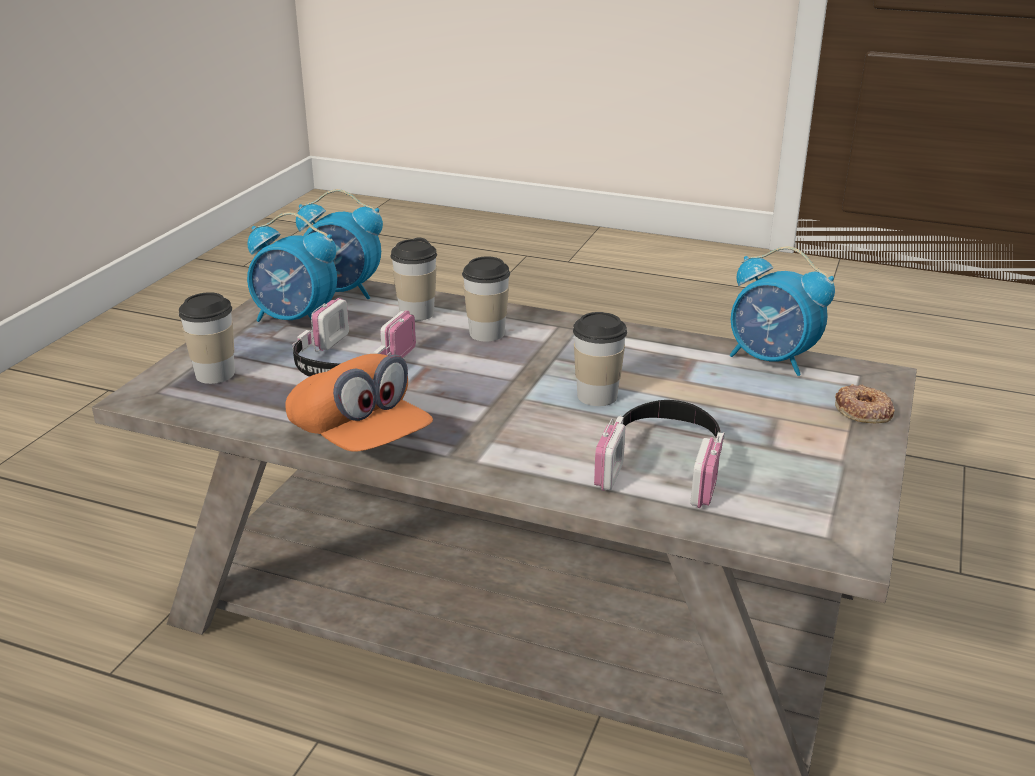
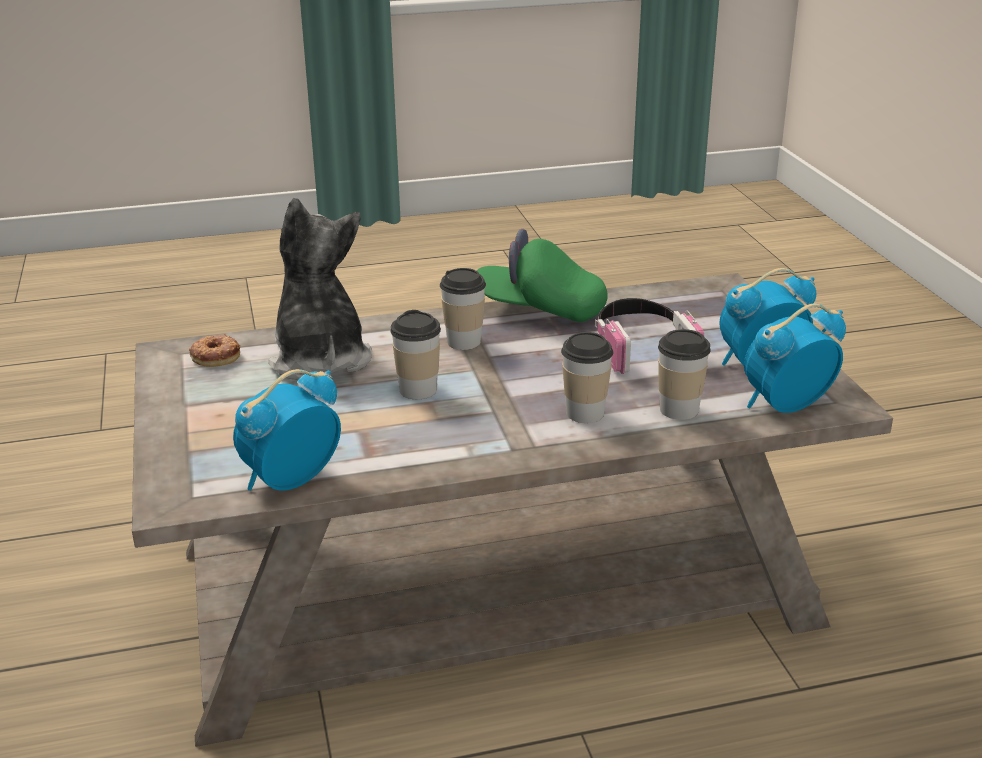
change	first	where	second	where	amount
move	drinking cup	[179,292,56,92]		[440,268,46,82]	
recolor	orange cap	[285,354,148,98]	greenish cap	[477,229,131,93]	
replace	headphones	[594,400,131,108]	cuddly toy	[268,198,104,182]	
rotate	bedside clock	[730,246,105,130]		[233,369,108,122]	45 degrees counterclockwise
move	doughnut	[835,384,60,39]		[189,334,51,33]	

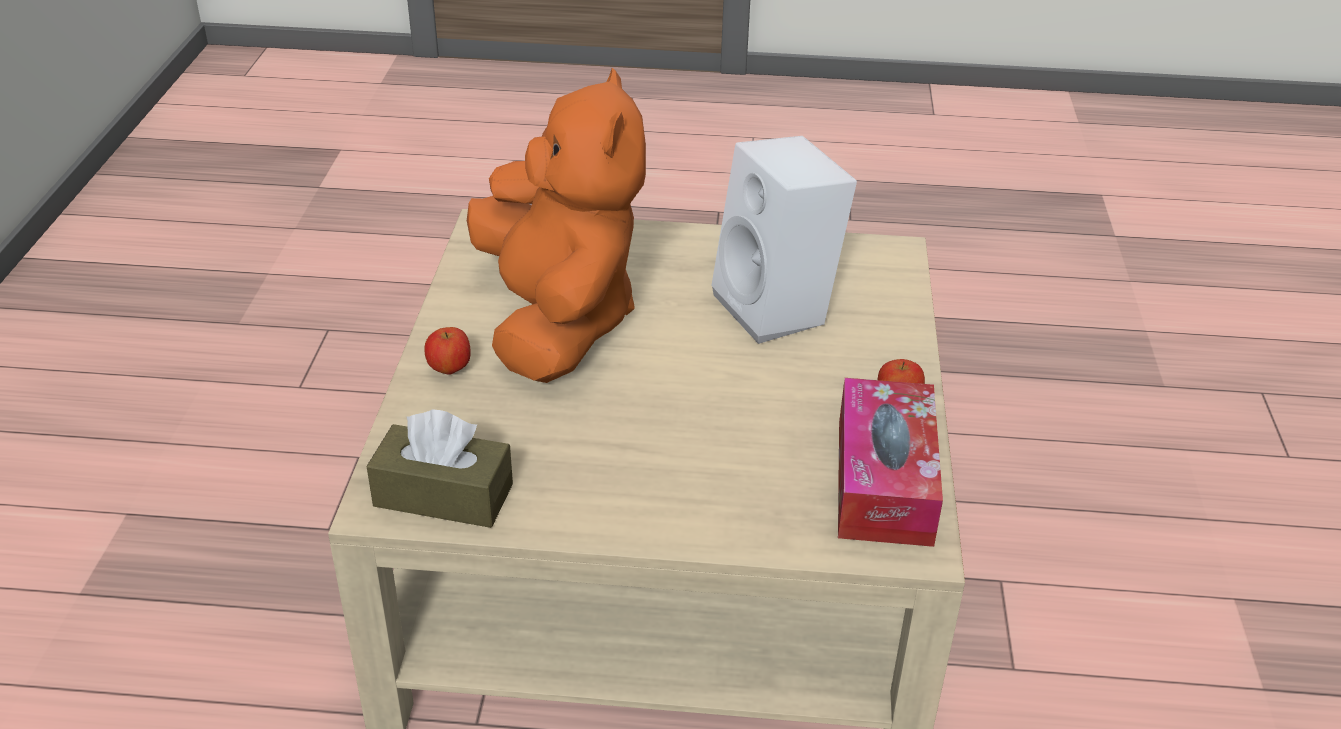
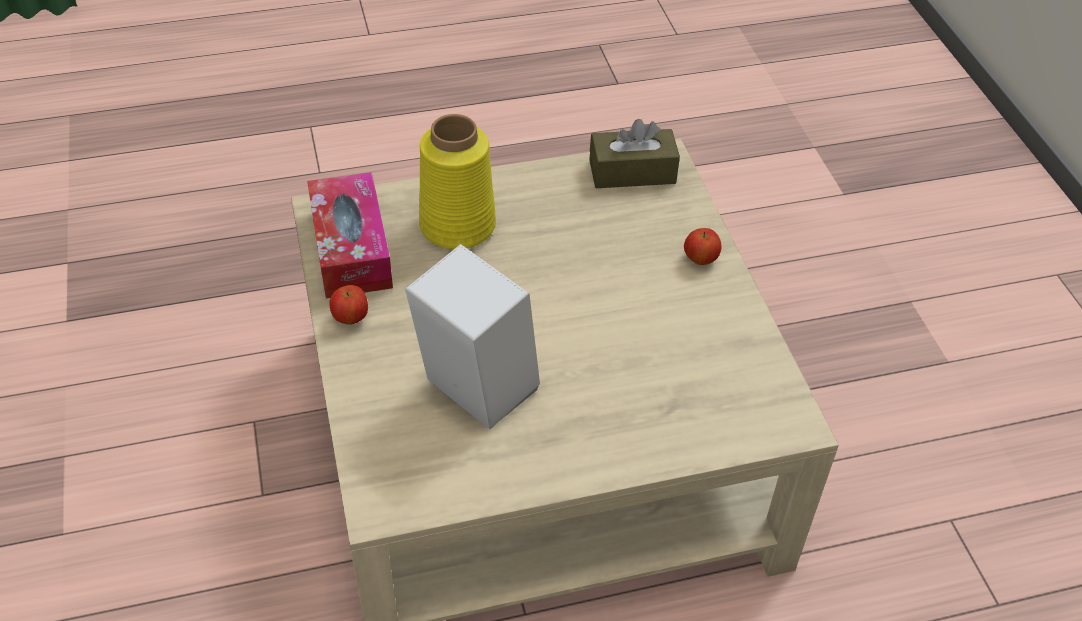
change	first	where	second	where	amount
delete	orange cuddly toy	[467,68,179,315]			
insert			yellow-coloured decorative vase	[419,114,77,135]	

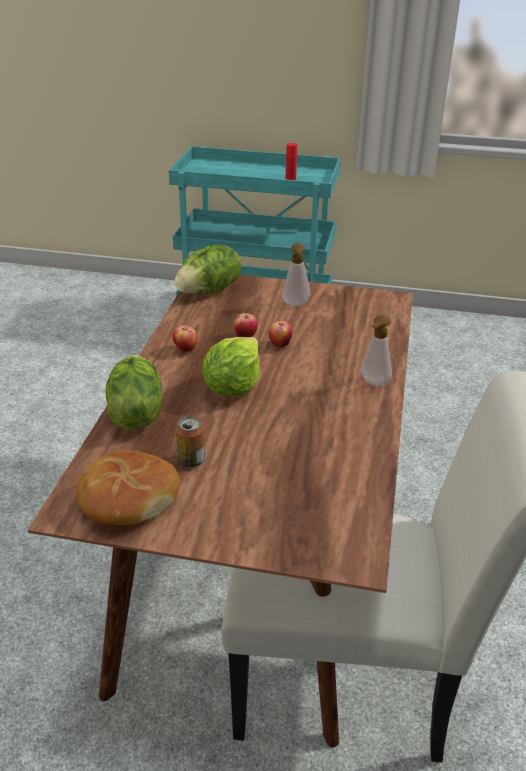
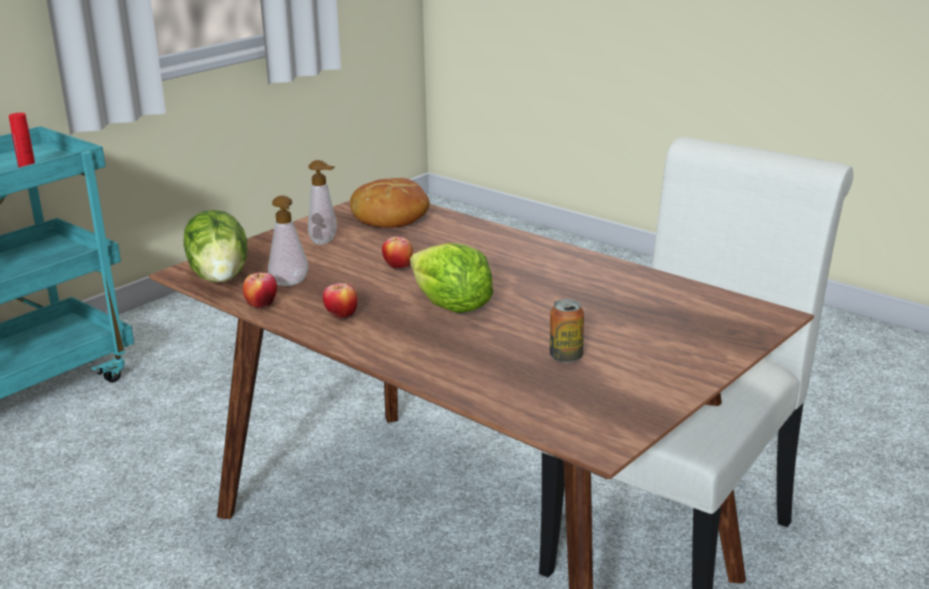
change	first	where	second	where	amount
move	bread	[76,450,104,75]		[350,178,80,50]	
delete	lettuce head	[106,355,57,74]			
move	whole apple	[234,313,24,24]		[243,273,34,35]	
move	soap bottle	[361,315,31,71]		[268,195,41,91]	

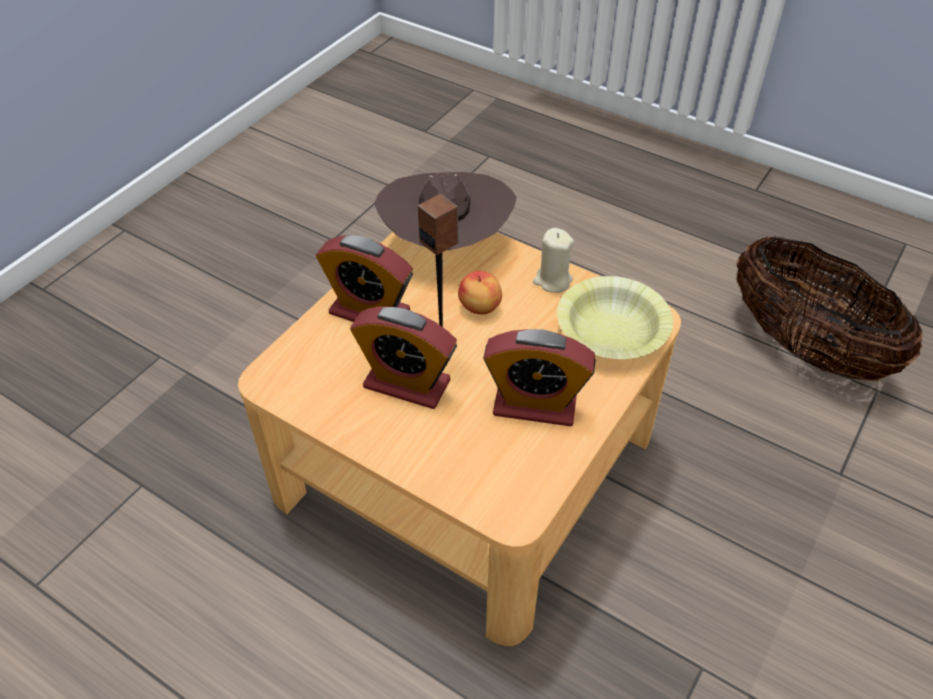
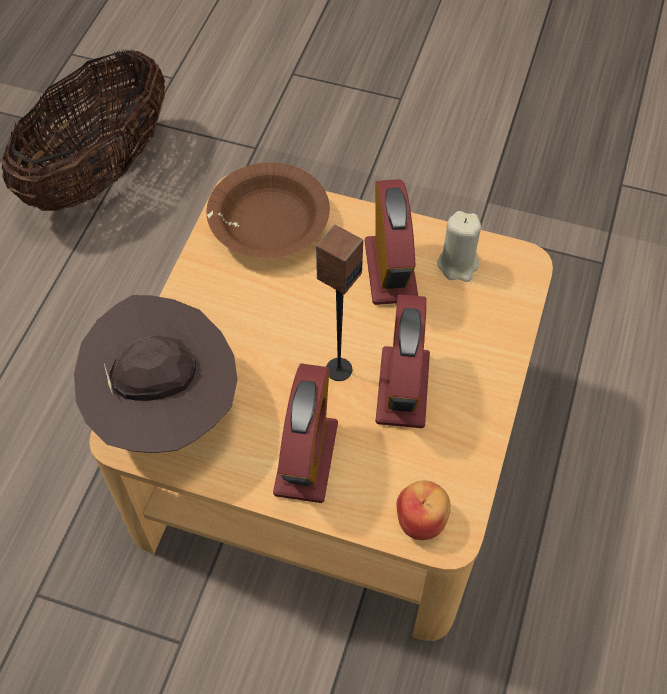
change	first	where	second	where	amount
move	whole apple	[458,271,44,43]		[397,480,54,60]	
move	beige-coloured candle	[533,228,41,65]		[437,211,44,71]	
recolor	yellow-coloured serving bowl	[557,276,116,83]	brown-coloured serving bowl	[206,163,124,95]	

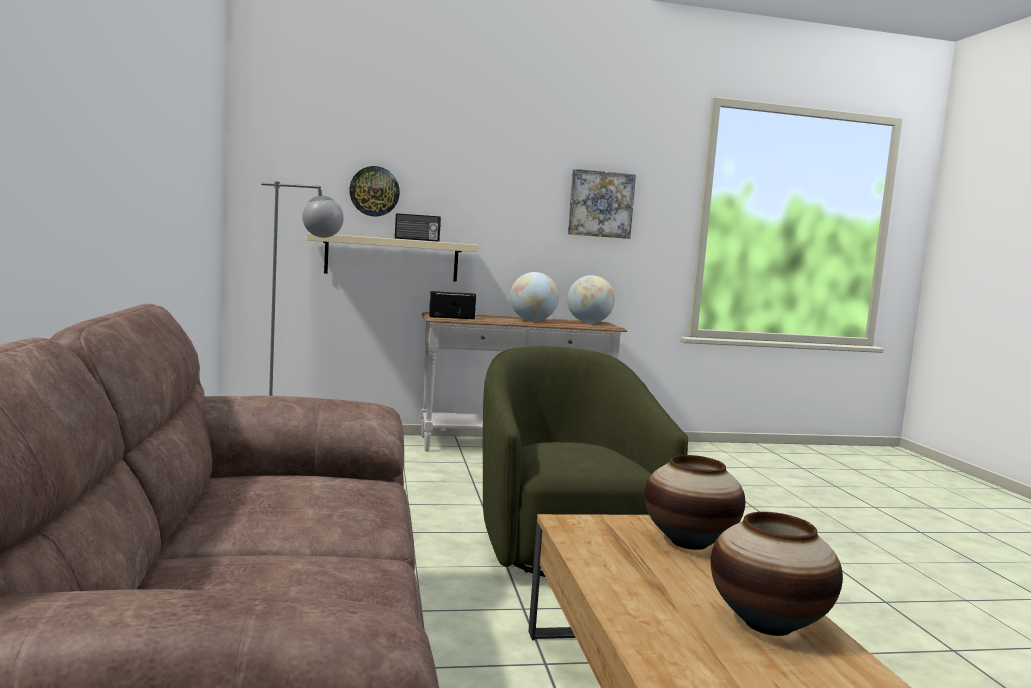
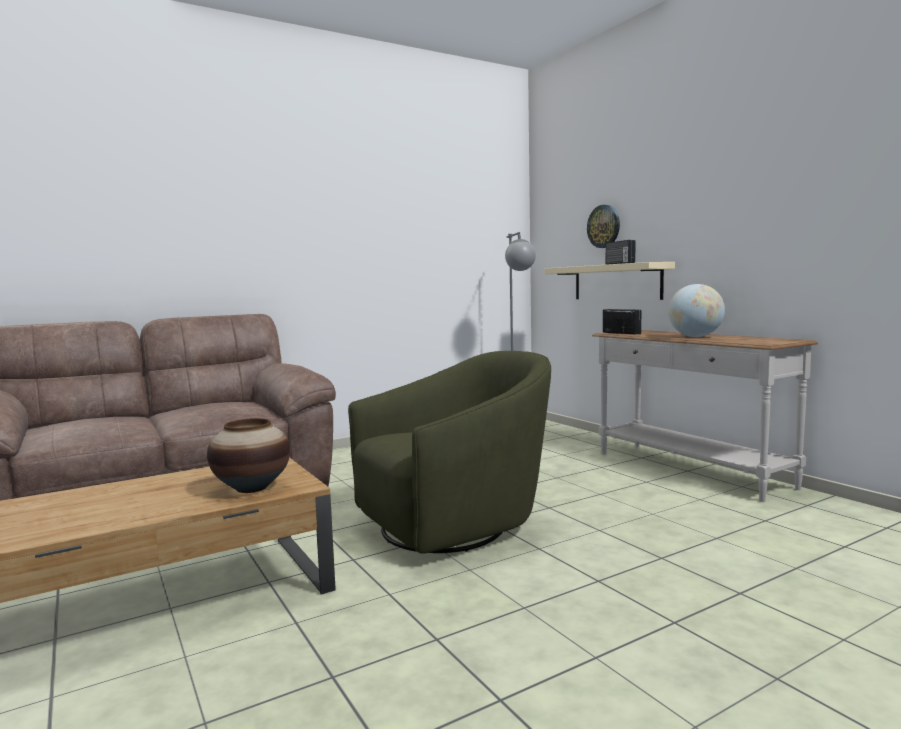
change	first	where	second	where	amount
delete	world globe	[567,275,48,48]			
delete	wall art	[568,169,68,70]			
delete	decorative vase	[711,512,132,124]			

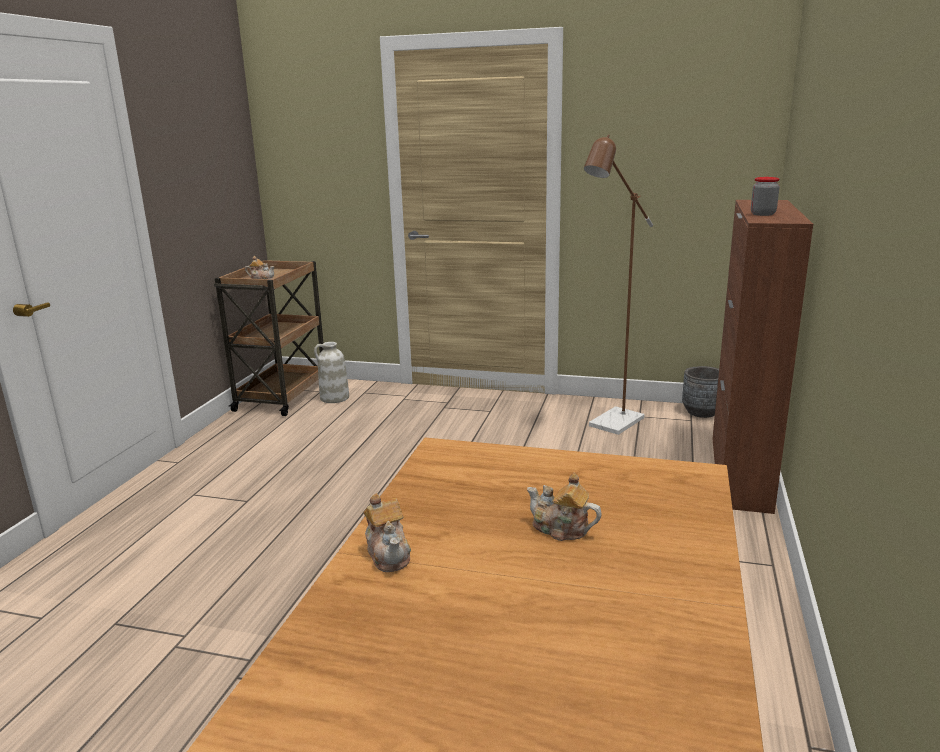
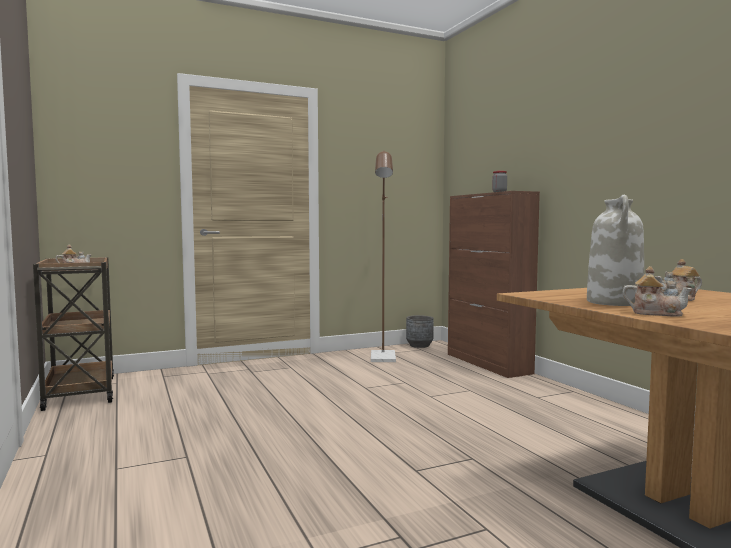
change	first	where	second	where	amount
move	white decorative vase	[314,342,35,61]		[587,195,57,111]	

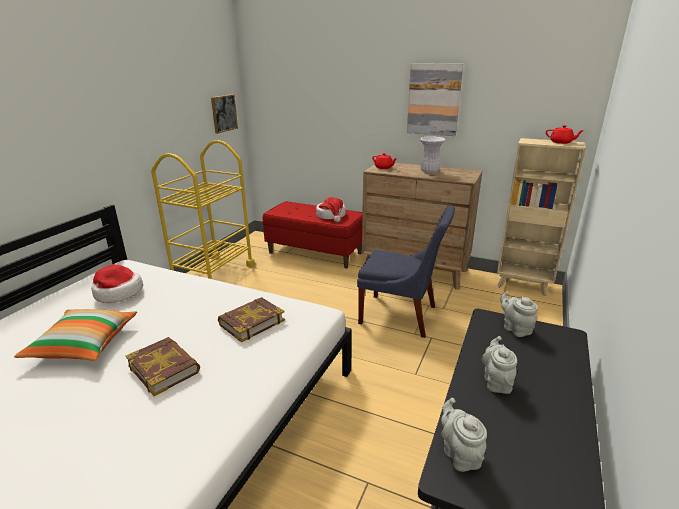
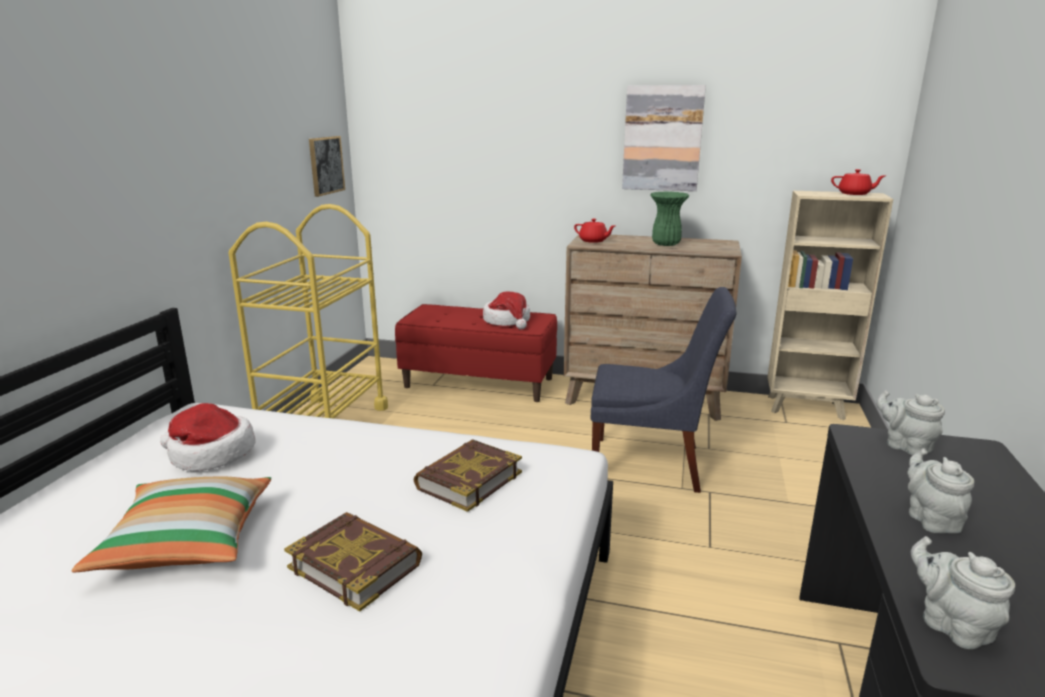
change	first	where	second	where	amount
recolor	white decorative vase	[420,136,26,38]	greenish decorative vase	[650,192,39,54]	

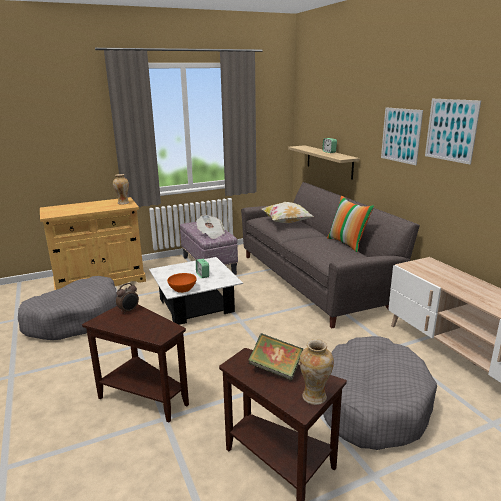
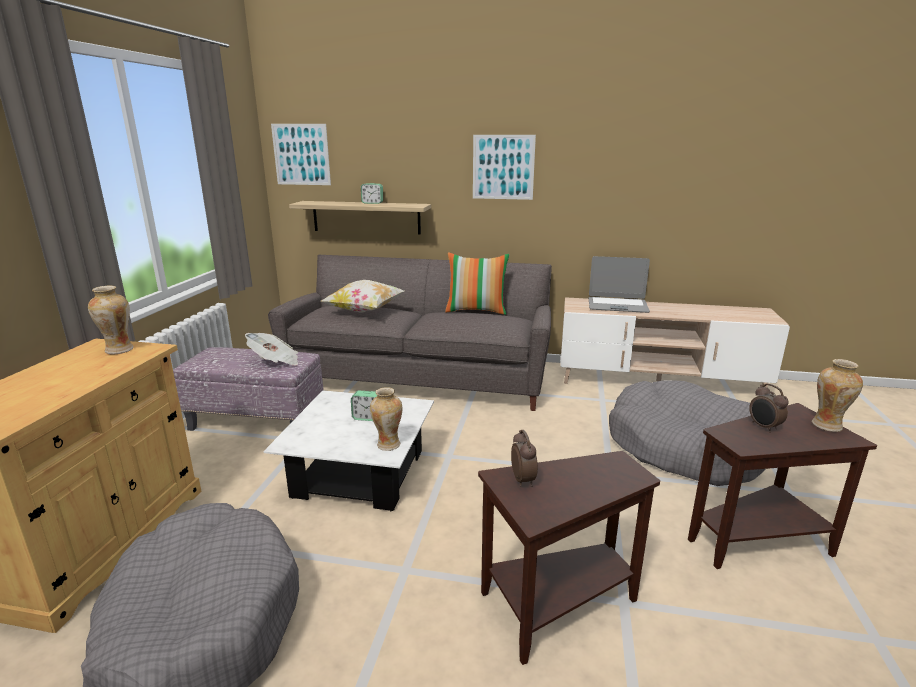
change	first	where	second	where	amount
replace	orange serving bowl	[167,273,30,20]	decorative vase	[370,387,32,64]	
replace	volume	[248,333,55,48]	bedside clock	[749,384,40,49]	
move	wall art	[425,99,56,66]		[271,124,60,61]	
insert			laptop	[589,256,61,57]	

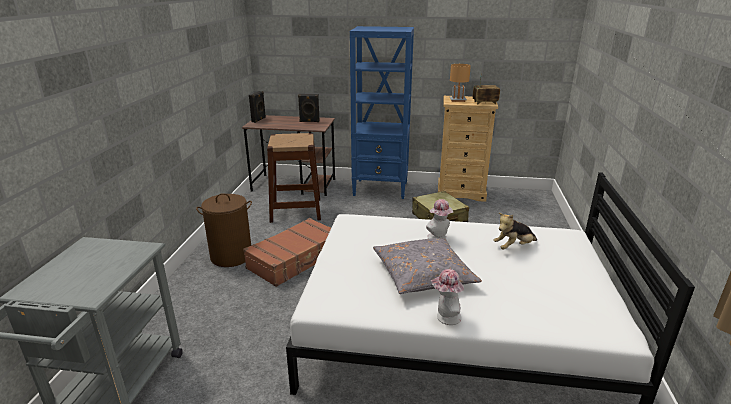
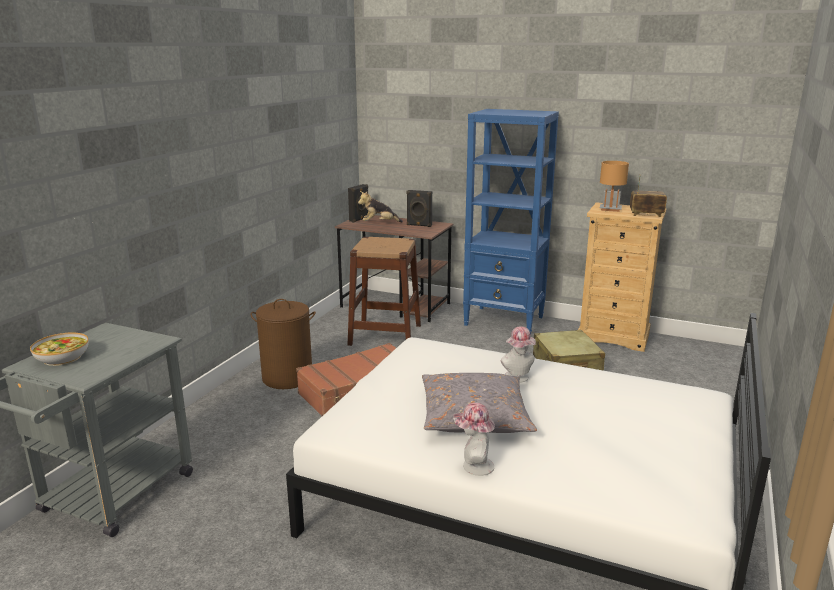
change	first	where	second	where	amount
move	cuddly toy	[493,213,44,37]		[358,191,45,32]	
insert			serving bowl	[30,333,59,33]	

